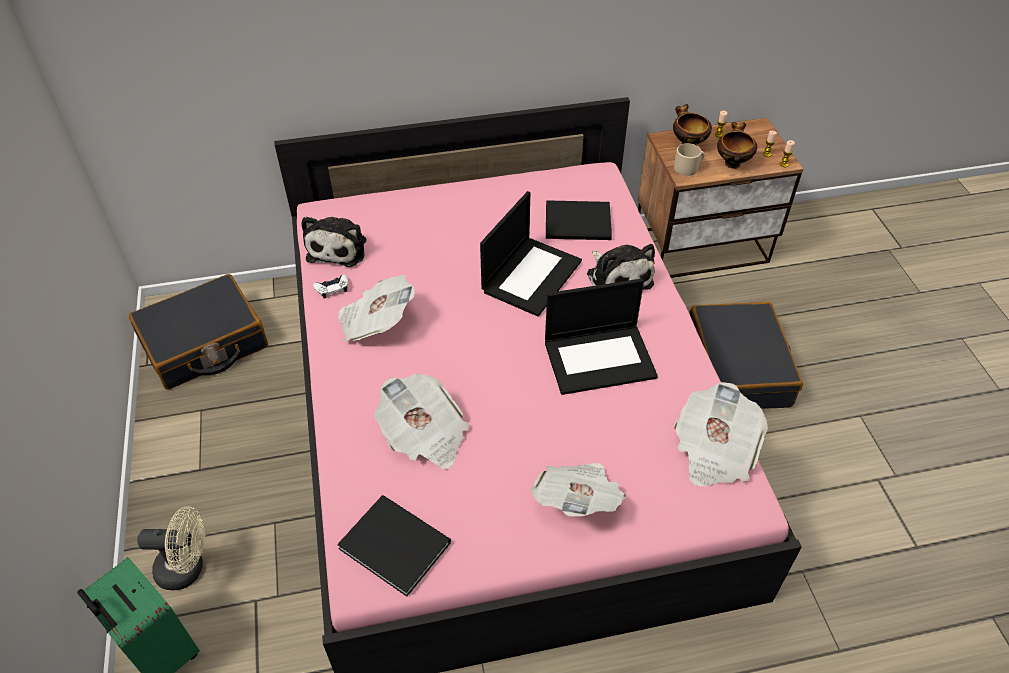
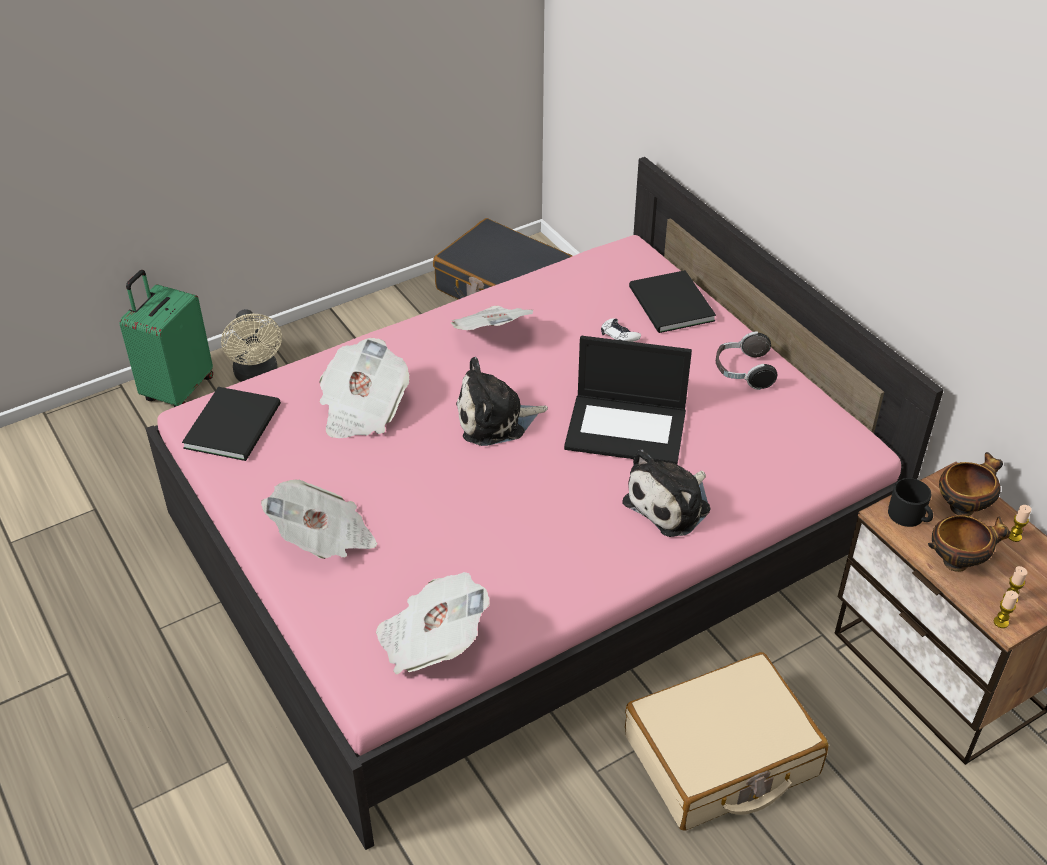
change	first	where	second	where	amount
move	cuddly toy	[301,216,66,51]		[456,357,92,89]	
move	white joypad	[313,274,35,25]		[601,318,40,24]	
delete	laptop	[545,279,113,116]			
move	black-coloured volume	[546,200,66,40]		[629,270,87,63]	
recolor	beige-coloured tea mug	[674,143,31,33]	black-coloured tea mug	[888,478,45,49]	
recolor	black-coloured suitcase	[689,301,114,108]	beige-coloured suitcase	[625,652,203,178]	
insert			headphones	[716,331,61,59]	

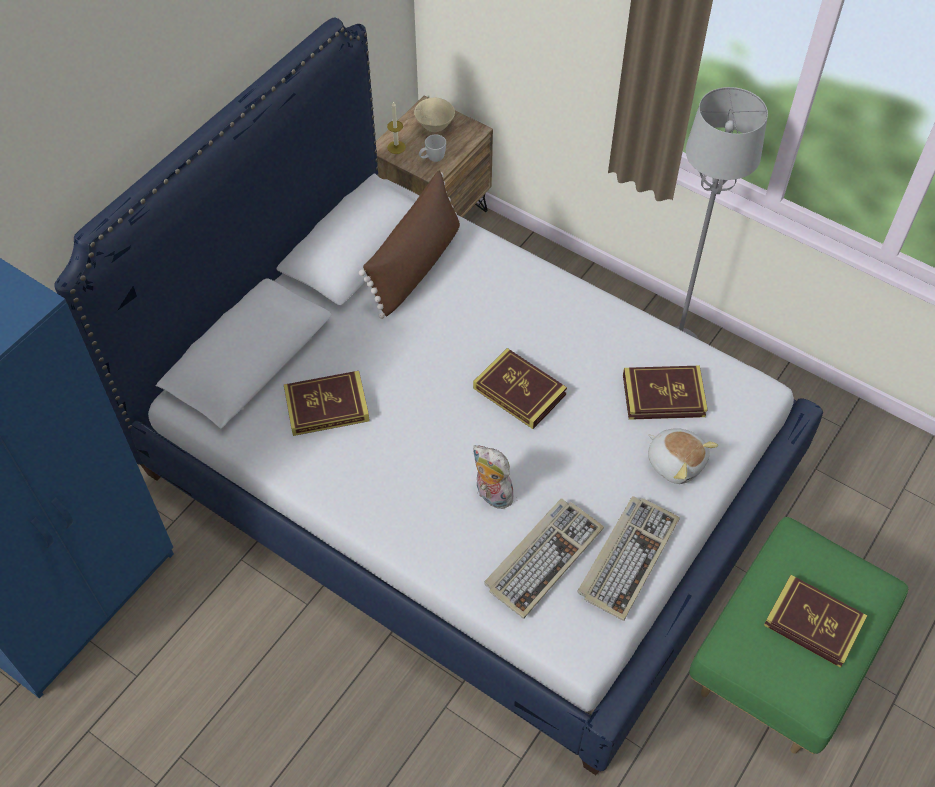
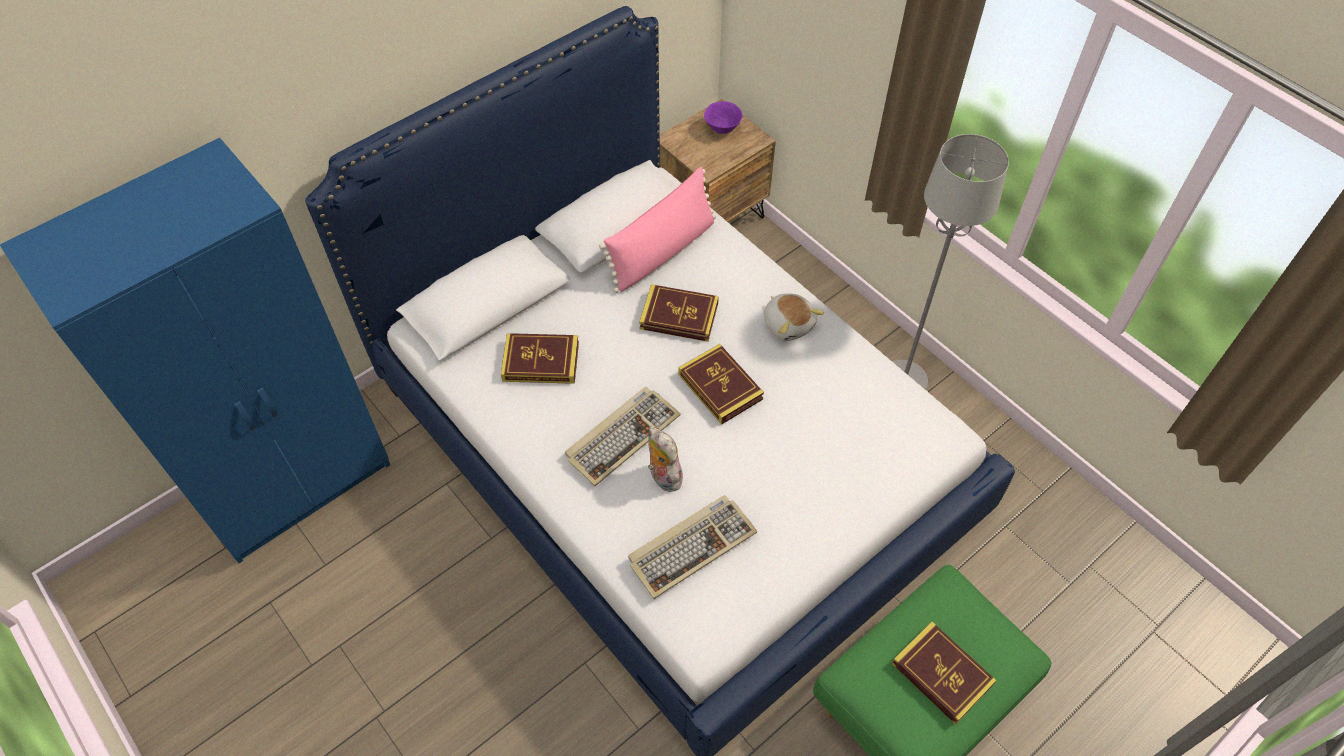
change	first	where	second	where	amount
recolor	brown-coloured pillow	[359,171,101,148]	pinkish pillow	[599,167,117,126]	
delete	candle	[387,101,19,53]			
recolor	beige-coloured serving bowl	[414,98,41,34]	purple serving bowl	[704,101,39,33]	
delete	white tea mug	[419,135,27,27]			
move	keyboard	[577,496,103,125]		[565,387,116,99]	
move	volume	[623,365,85,55]		[639,284,80,58]	
move	cuddly toy	[648,428,70,56]		[764,293,60,48]	

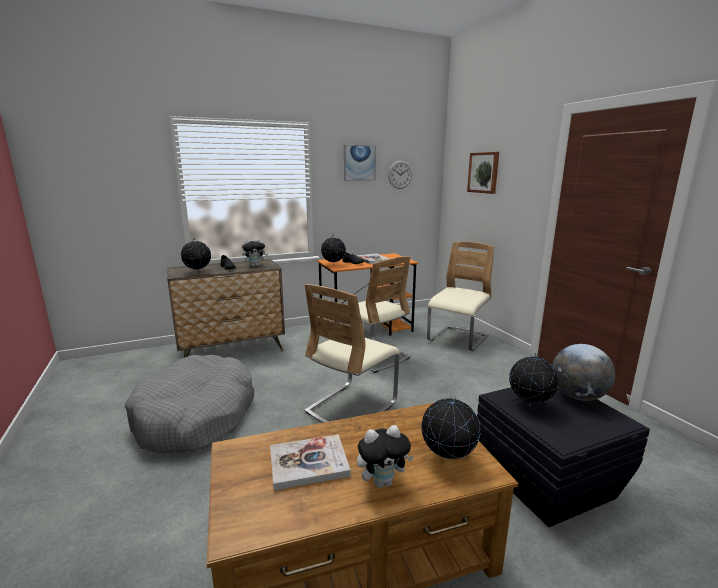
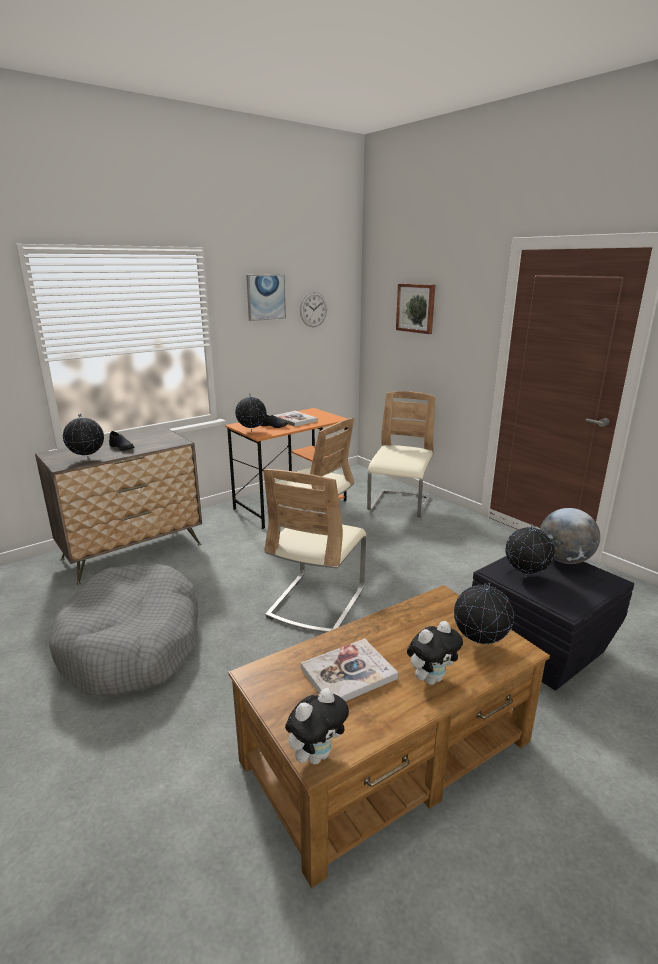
change	first	where	second	where	amount
move	cuddly toy	[242,239,26,28]		[285,688,64,76]	

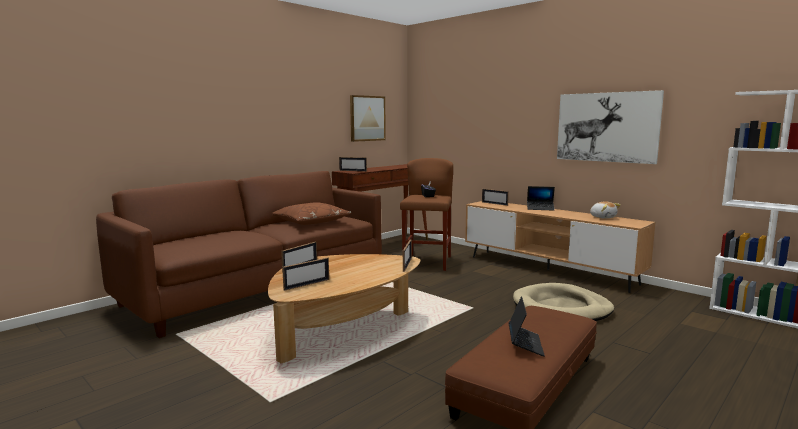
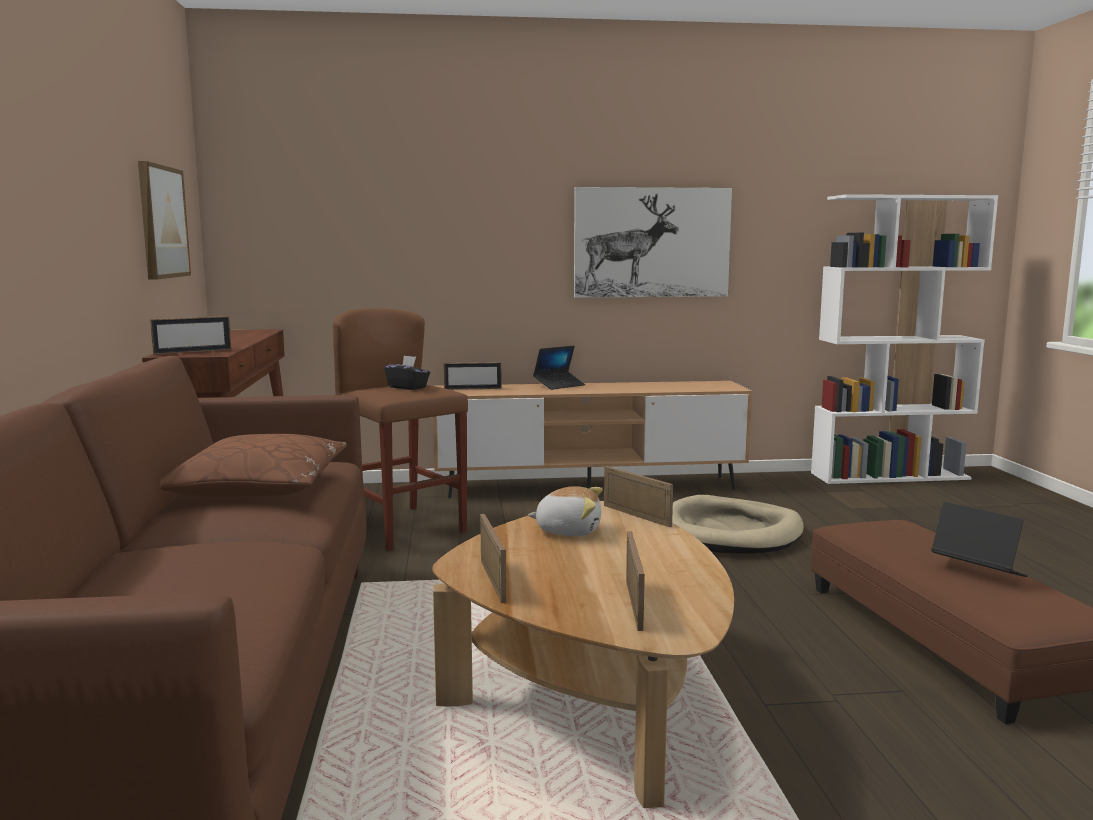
change	first	where	second	where	amount
move	cuddly toy	[590,201,31,18]		[528,486,75,50]	

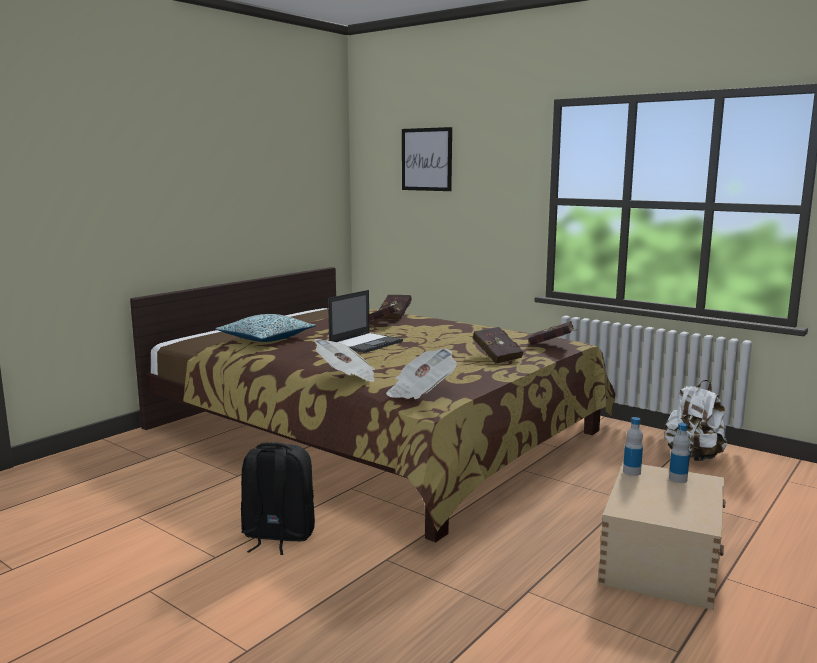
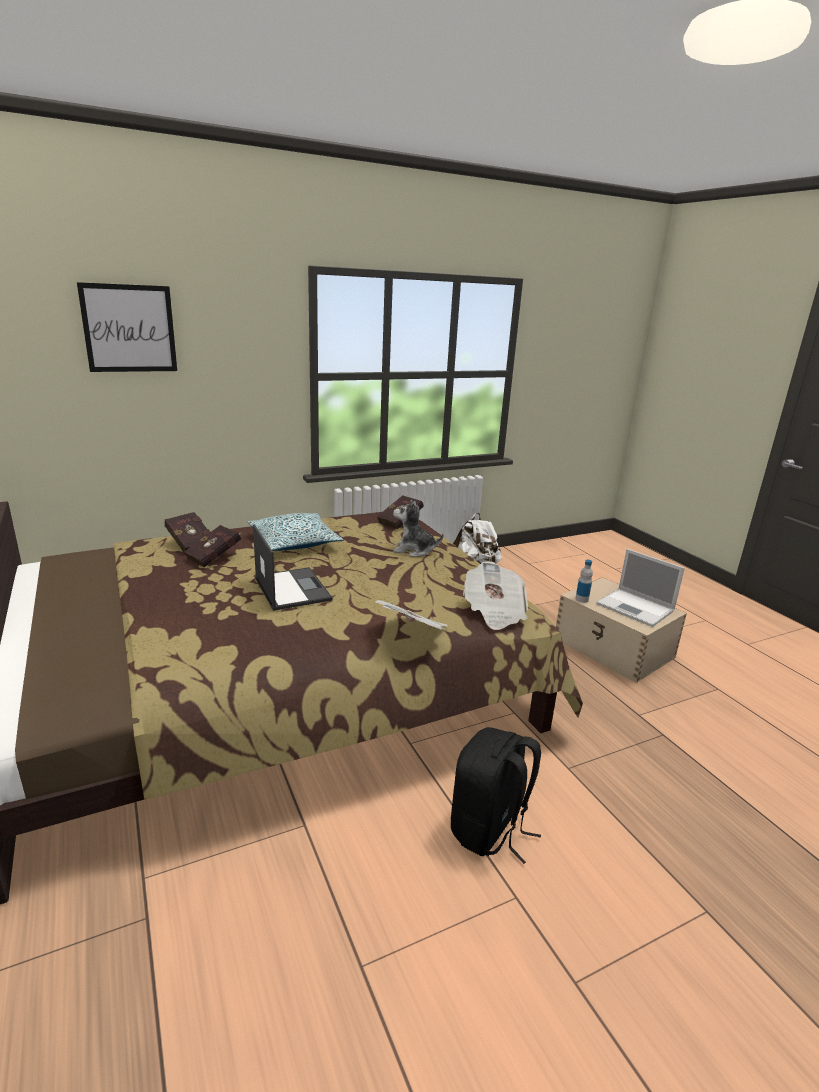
change	first	where	second	where	amount
move	pillow	[215,314,101,28]		[247,513,97,38]	
replace	red-coloured volume	[473,327,50,36]	cuddly toy	[393,500,50,57]	
delete	drink bottle	[669,423,21,60]			
insert			laptop	[596,549,89,78]	

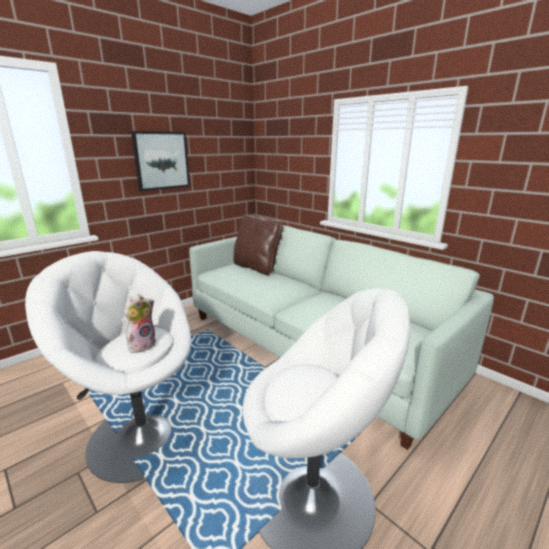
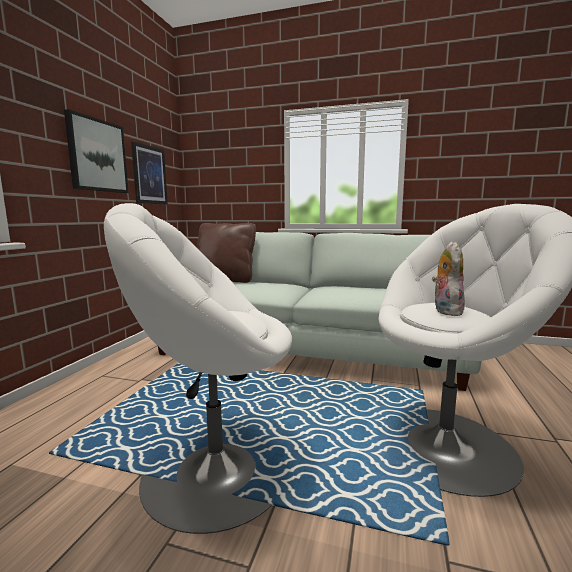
change	first	where	second	where	amount
move	cuddly toy	[124,294,32,59]		[432,242,33,74]	
insert			wall art	[131,141,37,64]	

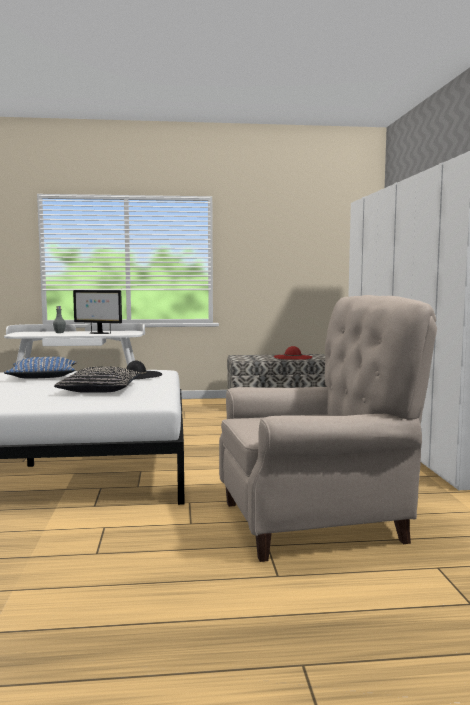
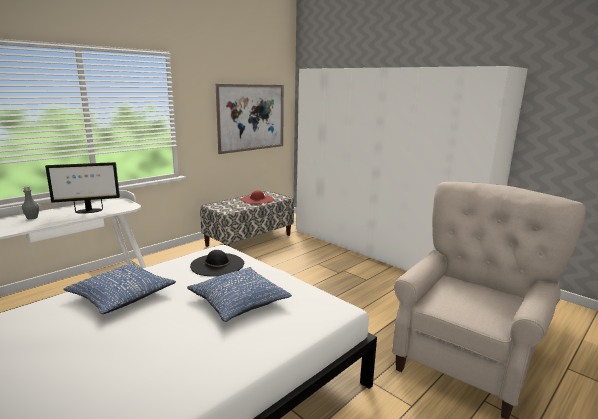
change	first	where	second	where	amount
recolor	black-coloured pillow	[54,367,87,26]	bluish pillow	[187,267,105,55]	
insert			wall art	[216,84,68,70]	

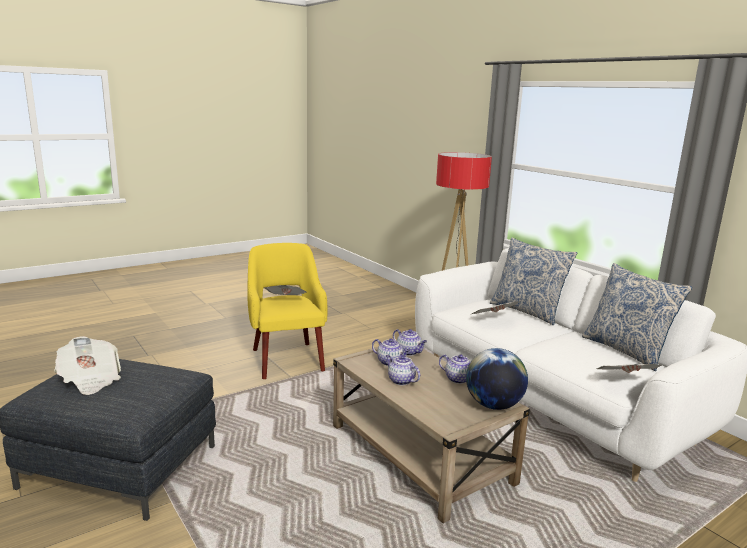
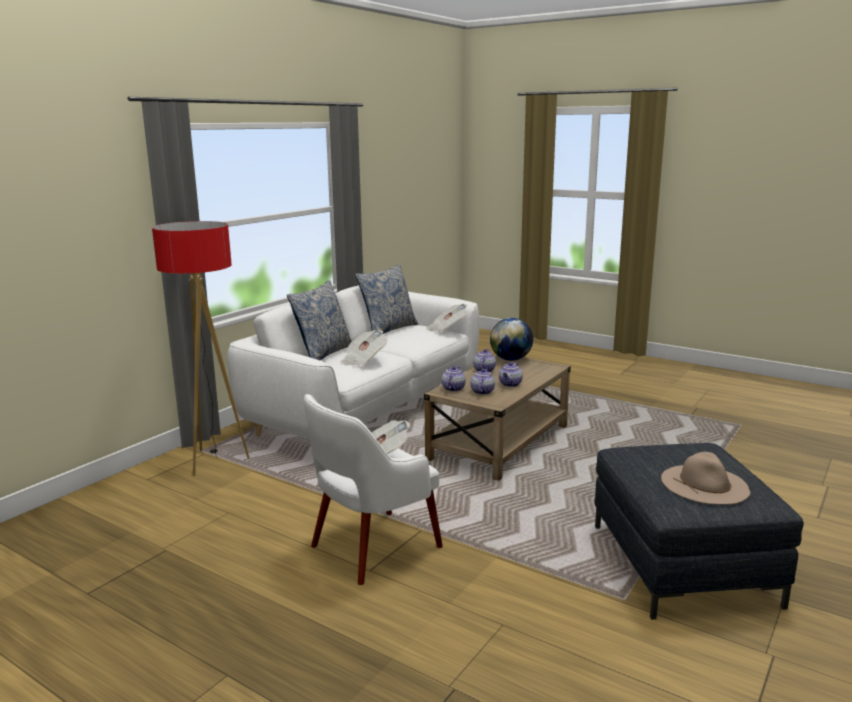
change	first	where	second	where	amount
replace	printed paper	[55,336,66,59]	beige-coloured wearable hat	[661,452,89,53]	
recolor	yellow-coloured lounge chair	[247,243,81,136]	white lounge chair	[304,394,139,191]	

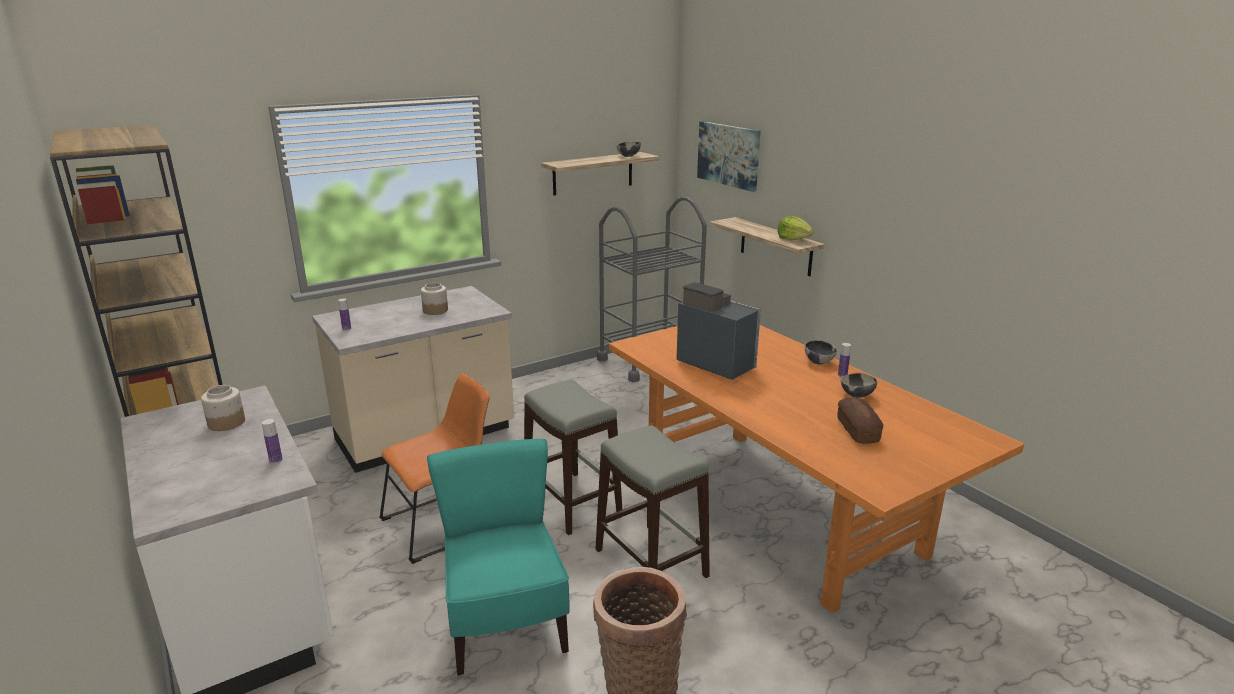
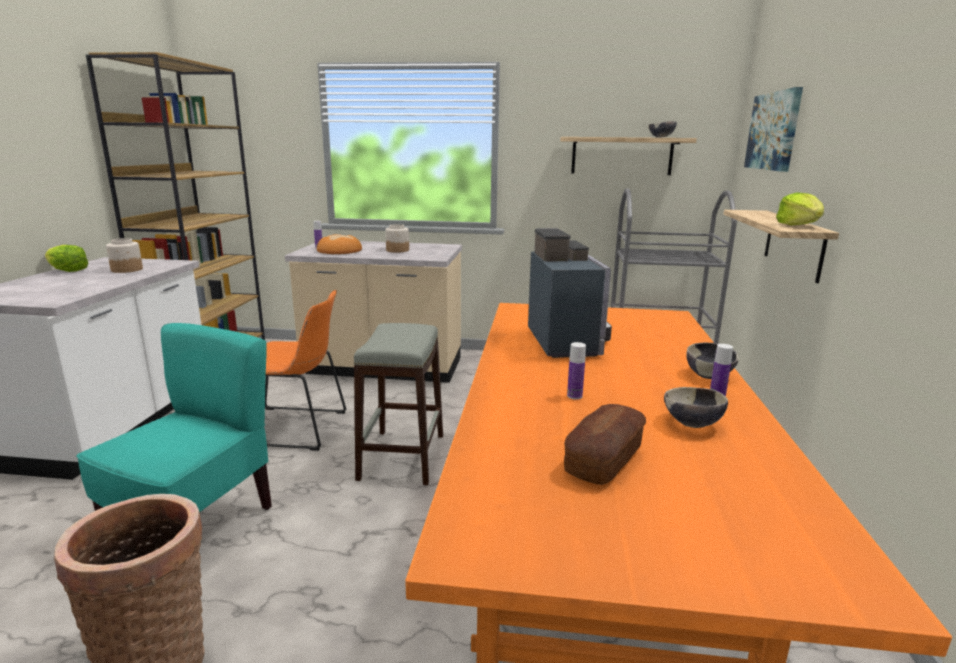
change	first	where	second	where	amount
move	drink bottle	[262,419,21,45]		[567,342,19,58]	
delete	grey stool seat	[595,425,115,153]			
insert			lettuce head	[45,245,43,27]	
insert			bread	[317,234,45,20]	

